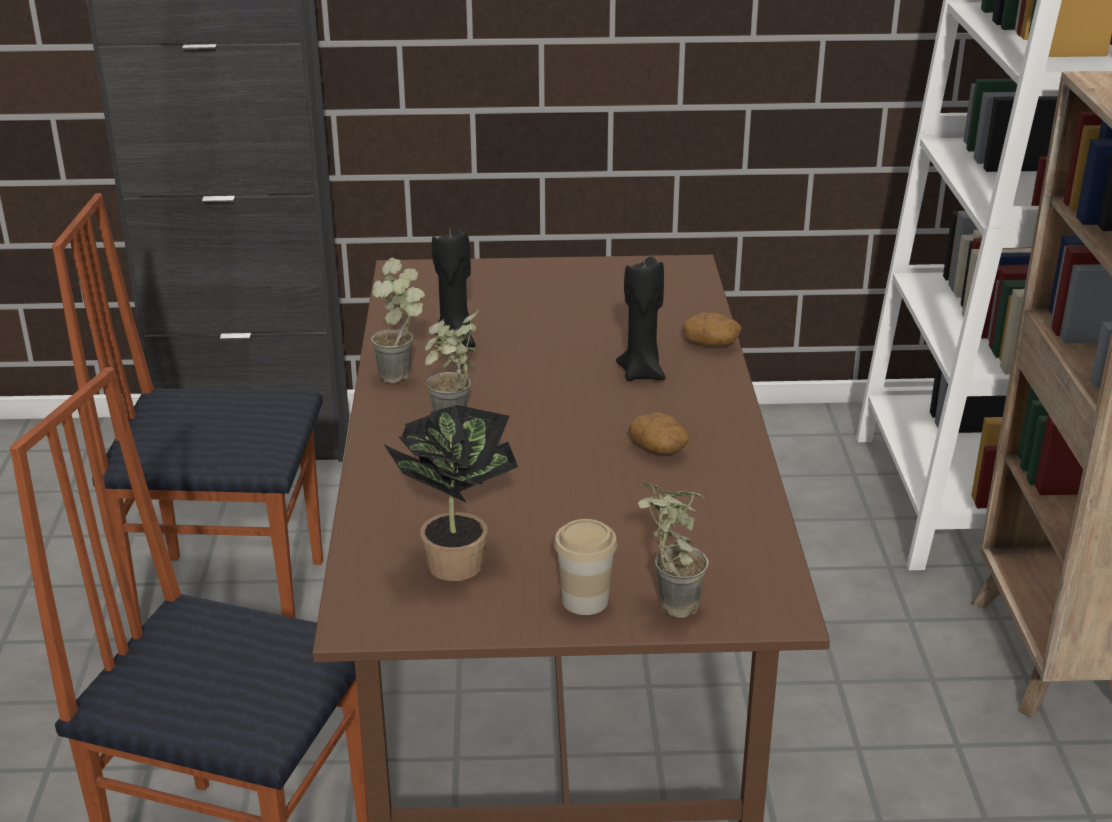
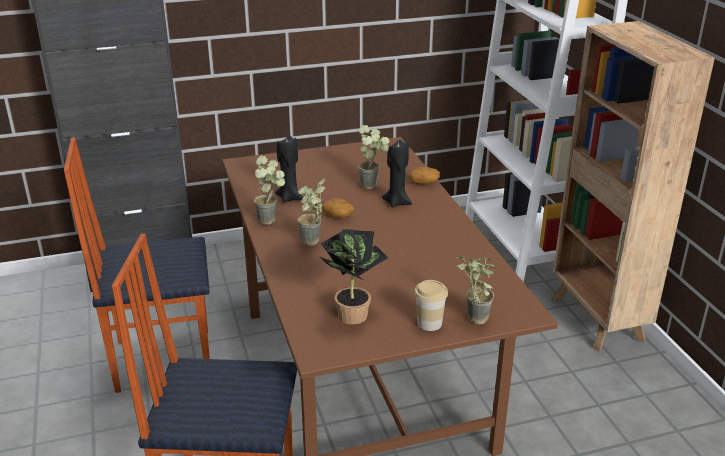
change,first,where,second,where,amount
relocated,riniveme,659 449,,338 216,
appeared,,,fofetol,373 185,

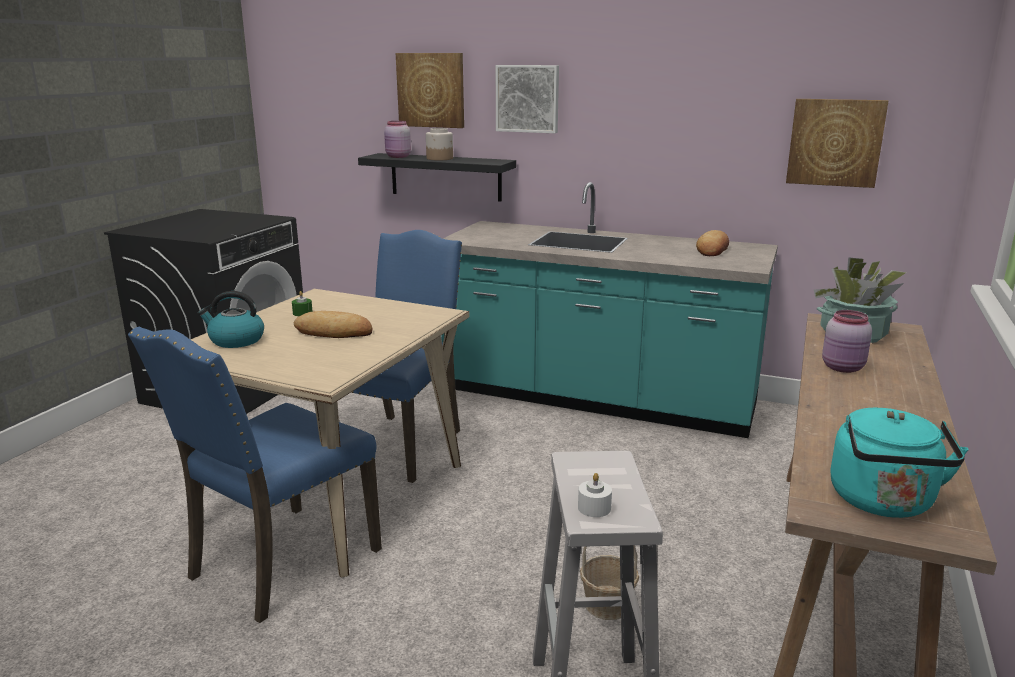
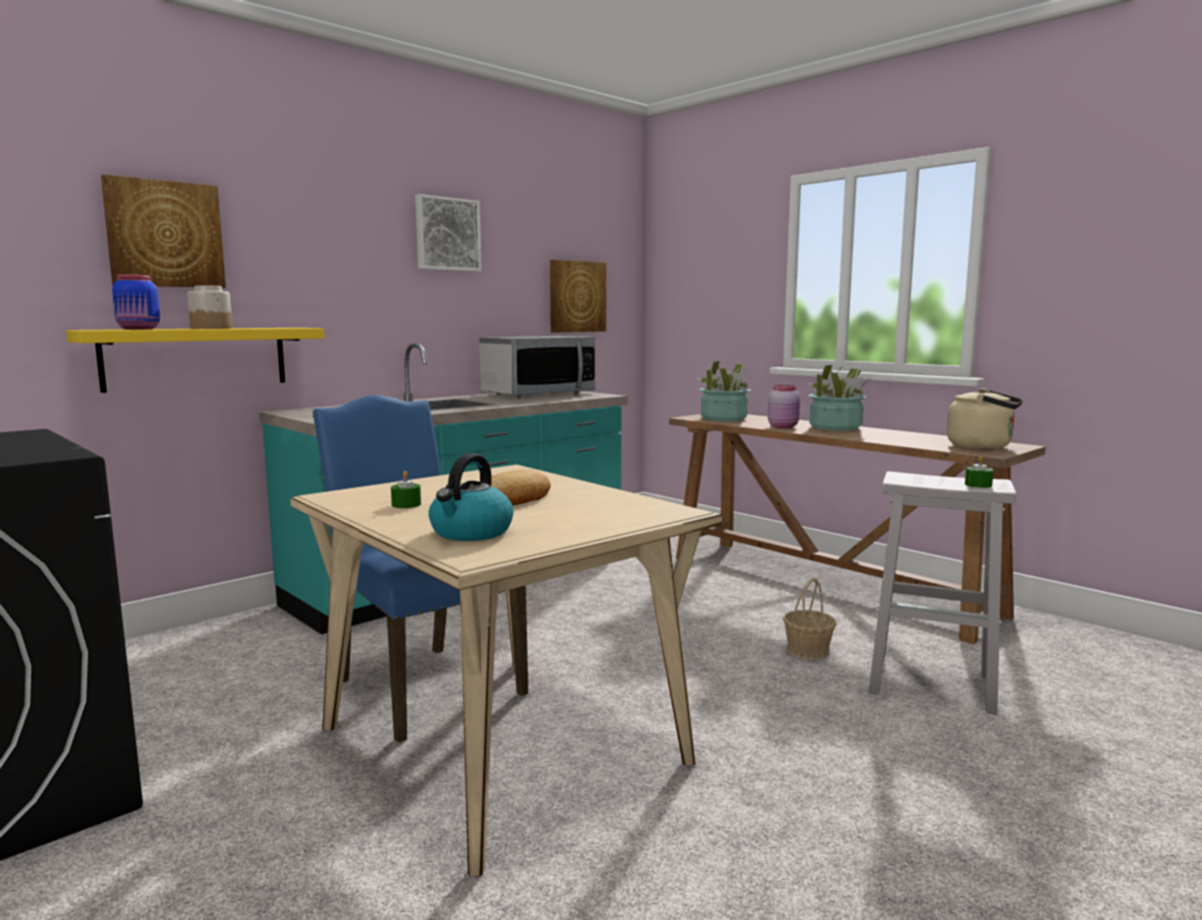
change,first,where,second,where,amount
colour,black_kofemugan,445 177,yellow_kofemugan,196 358,
colour,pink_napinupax,398 157,blue_napinupax,139 329,
relocated,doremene,528 98,,447 234,
exchanged,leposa,713 249,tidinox,538 394,
appeared,,,fofetol,835 427,
colour,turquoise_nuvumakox,884 503,beige_nuvumakox,983 446,
colour,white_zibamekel,594 508,green_zibamekel,978 485,
missing,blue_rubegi,280 563,,,

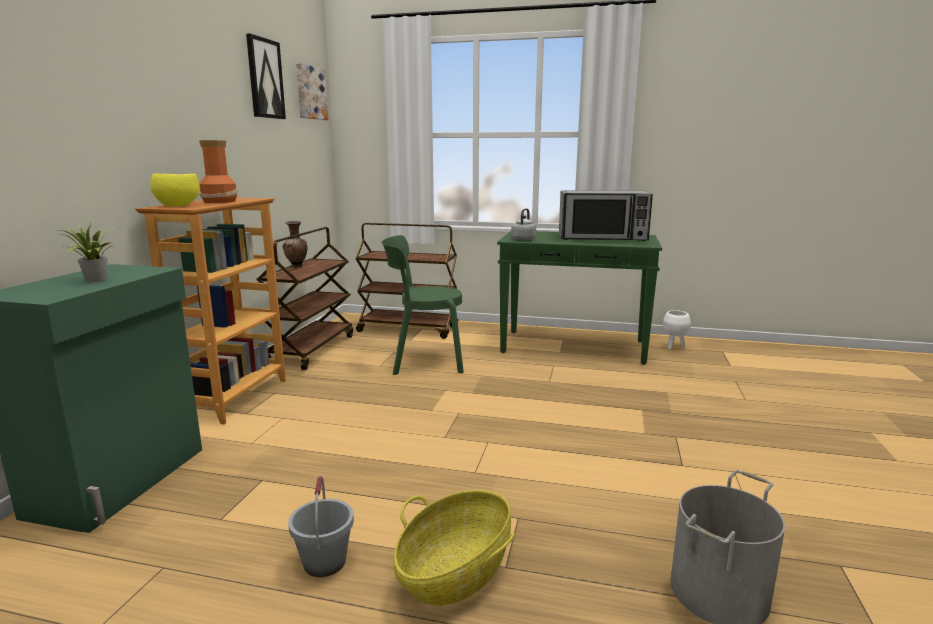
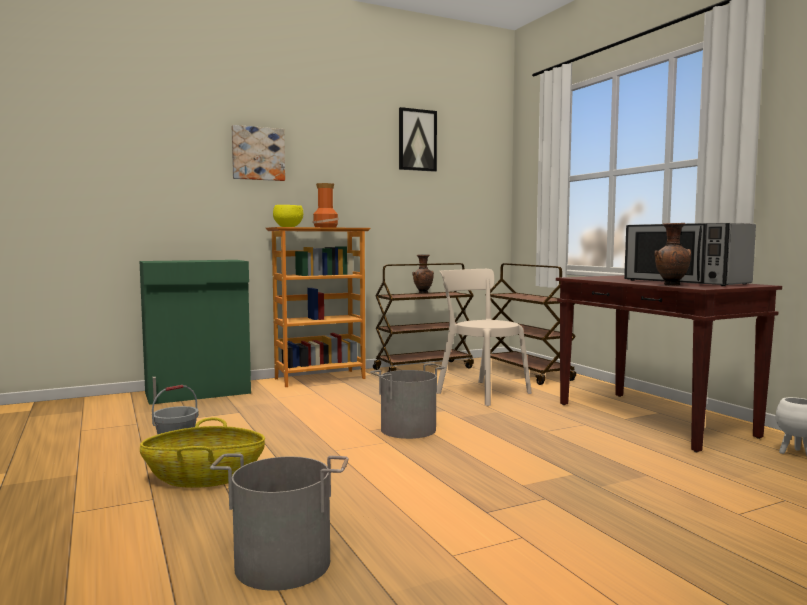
change,first,where,second,where,amount
relocated,doremene,310 93,,258 154,
appeared,,,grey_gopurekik,408 429,
colour,green_rubegi,423 361,beige_rubegi,480 392,
colour,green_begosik,574 347,brown_begosik,654 420,
appeared,,,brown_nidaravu,671 285,
missing,fofetol,94 280,,,
missing,grey_nuvumakox,524 239,,,

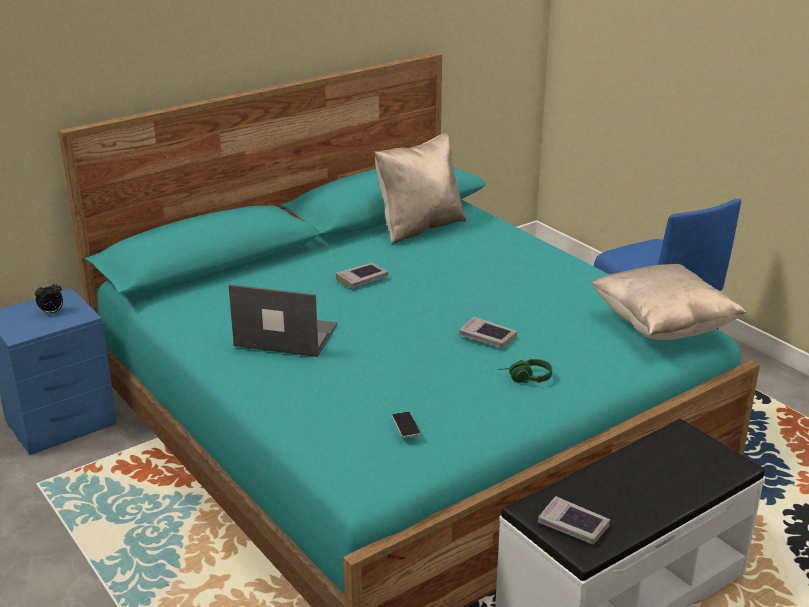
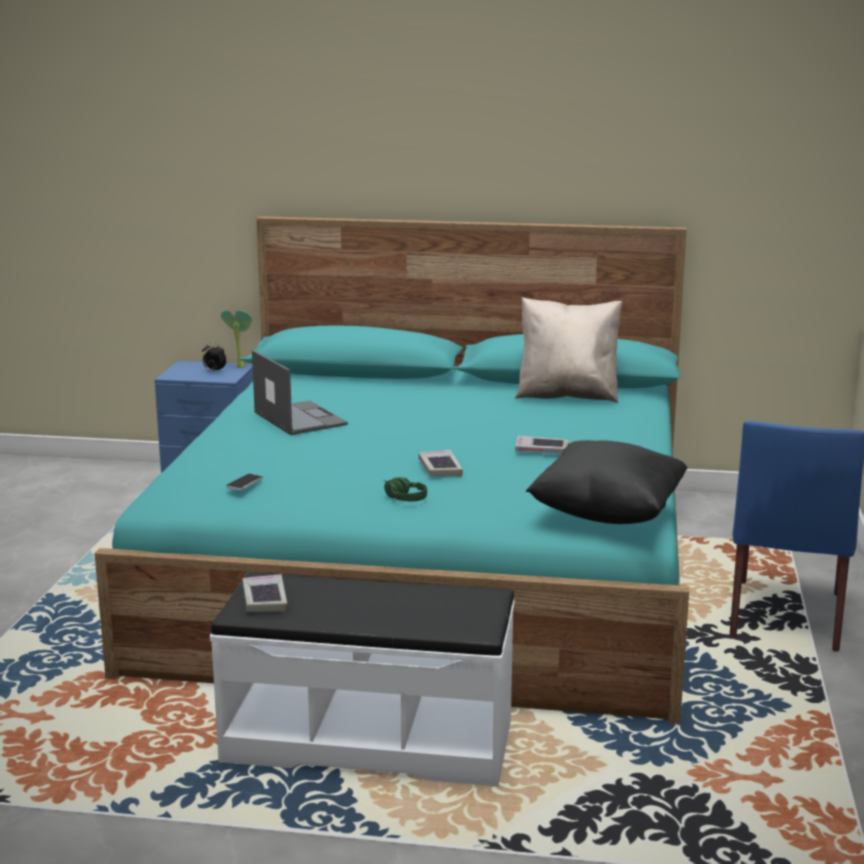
change,first,where,second,where,amount
appeared,,,fofetol,239 366,
relocated,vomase,362 279,,541 450,
colour,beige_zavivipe,662 327,black_zavivipe,607 514,

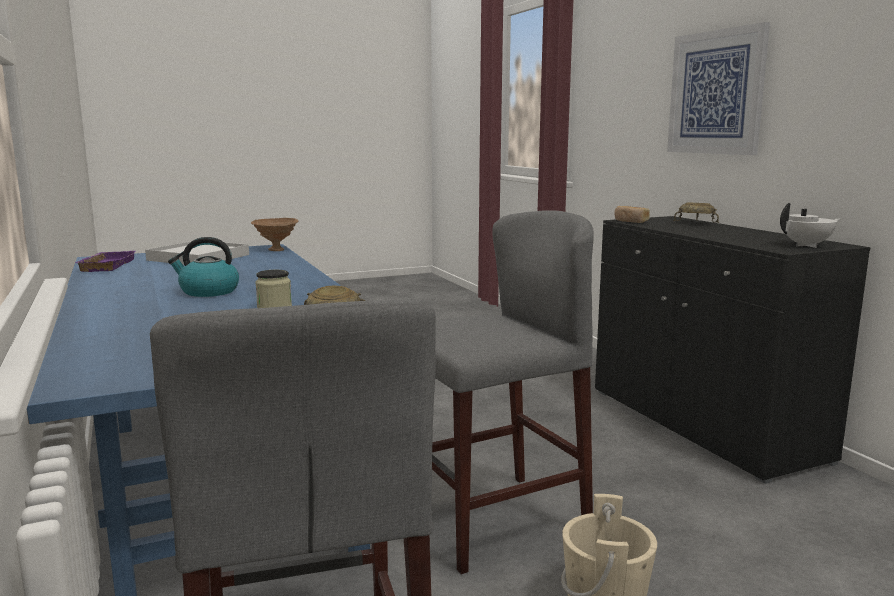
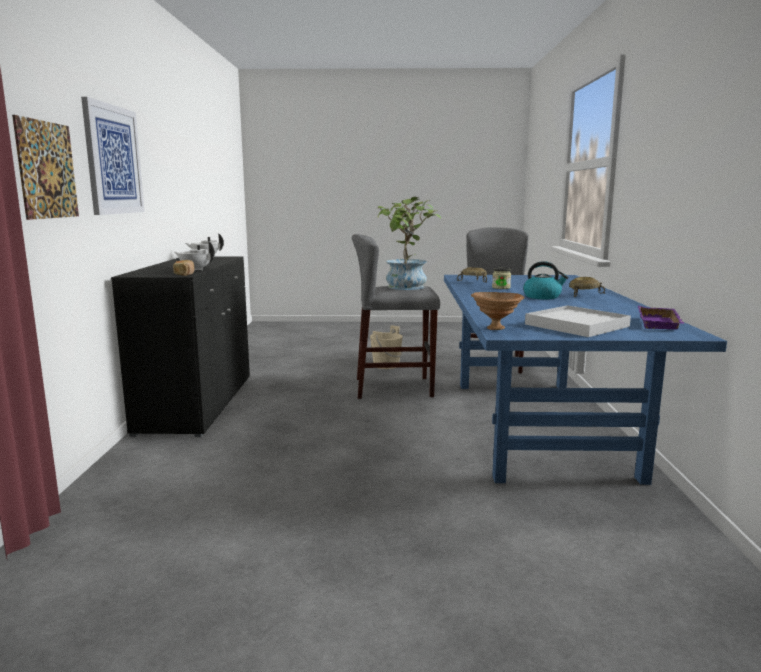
change,first,where,second,where,amount
appeared,,,doremene,47 170,
appeared,,,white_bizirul,195 269,
appeared,,,fofetol,406 288,
relocated,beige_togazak,696 223,,583 294,

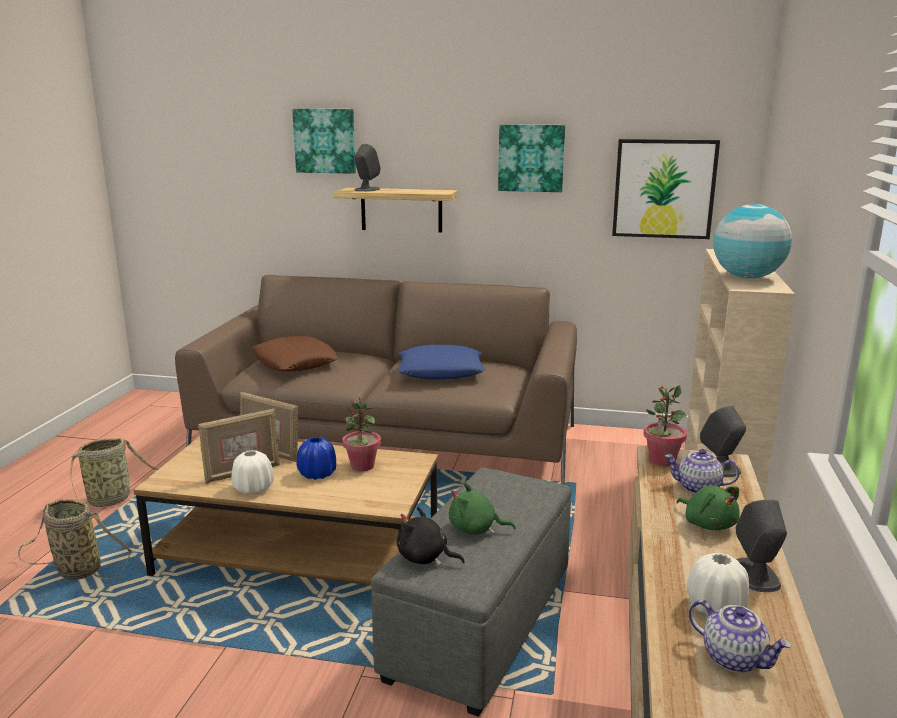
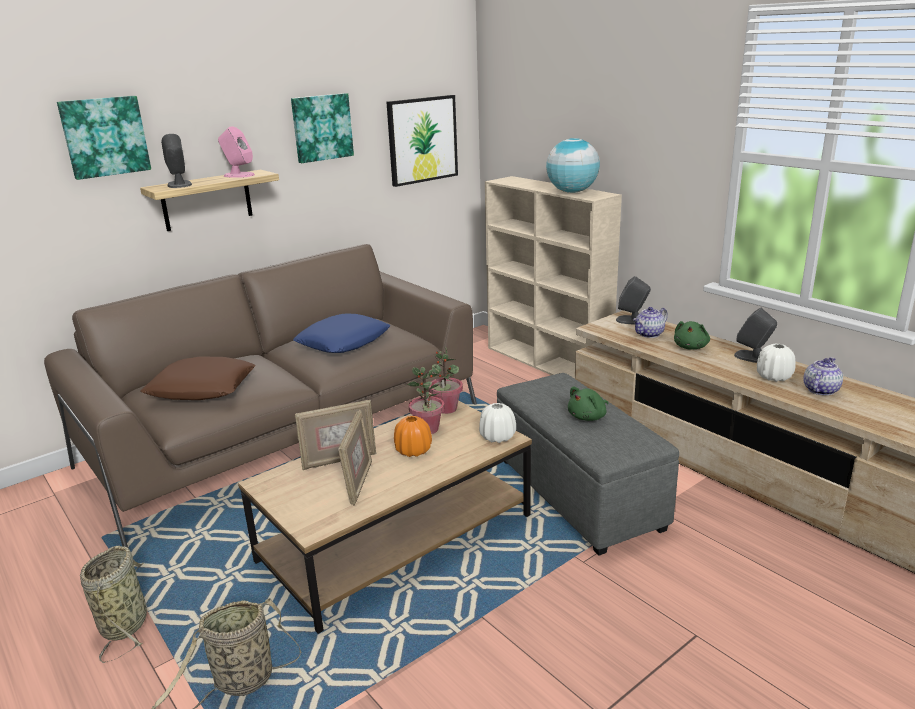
change,first,where,second,where,amount
appeared,,,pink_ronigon,238 175,
colour,blue_nidaravu,317 474,orange_nidaravu,413 451,
relocated,fofetol,662 460,,446 409,
relocated,white_nidaravu,253 489,,497 437,
spun,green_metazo,708 524,,691 347,105 degrees clockwise
spun,bizirul,734 658,,820 390,45 degrees counterclockwise
missing,black_metazo,425 558,,,

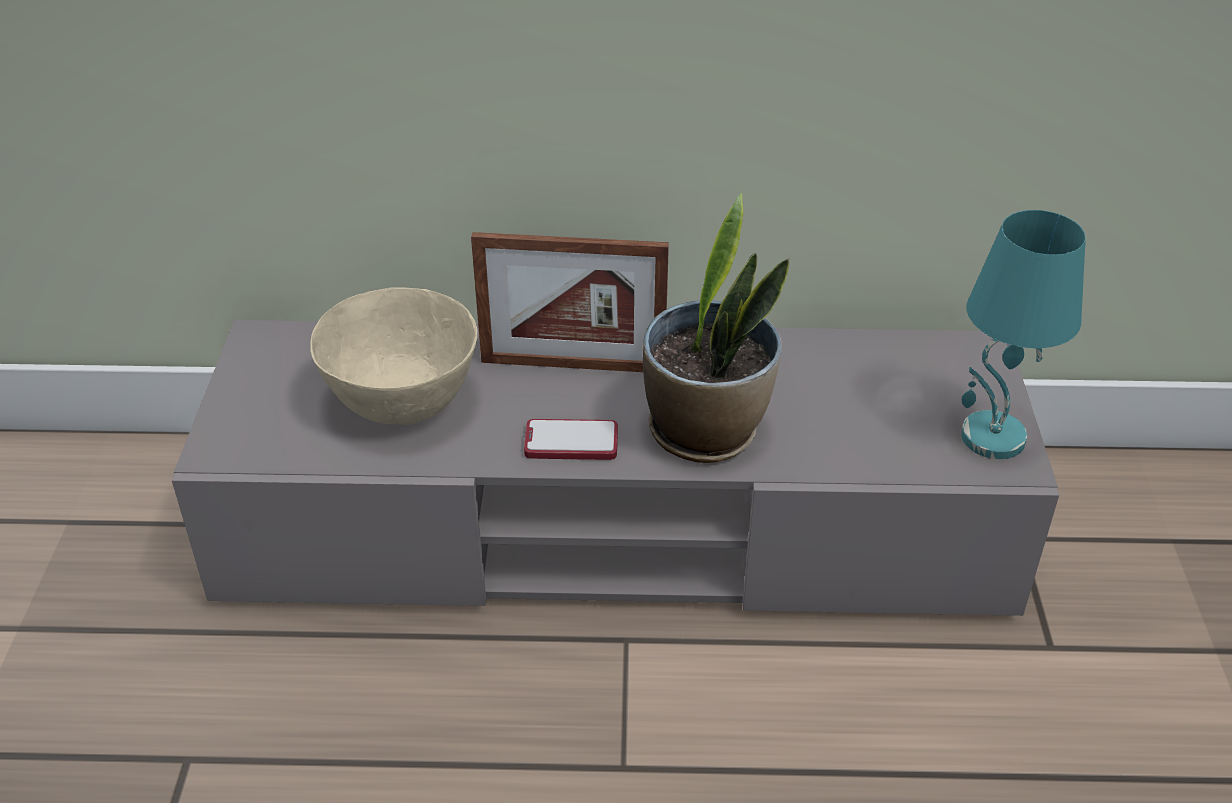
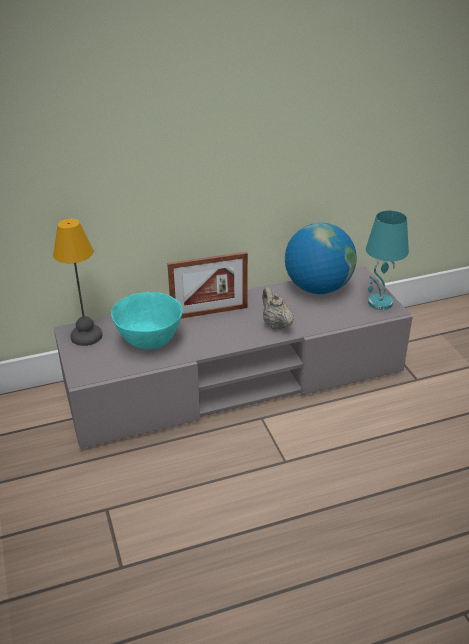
change,first,where,second,where,amount
appeared,,,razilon,85 336,
colour,beige_togazak,405 404,turquoise_togazak,150 341,
exchanged,fofetol,706 431,beige_bizirul,276 324,
appeared,,,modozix,317 288,
missing,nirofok,571 442,,,

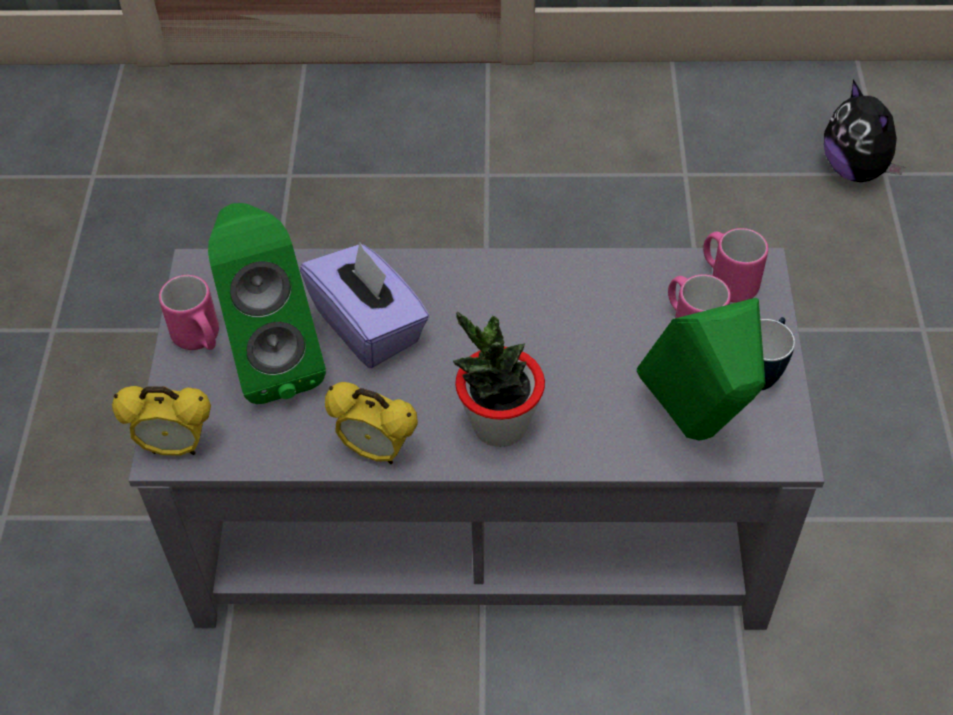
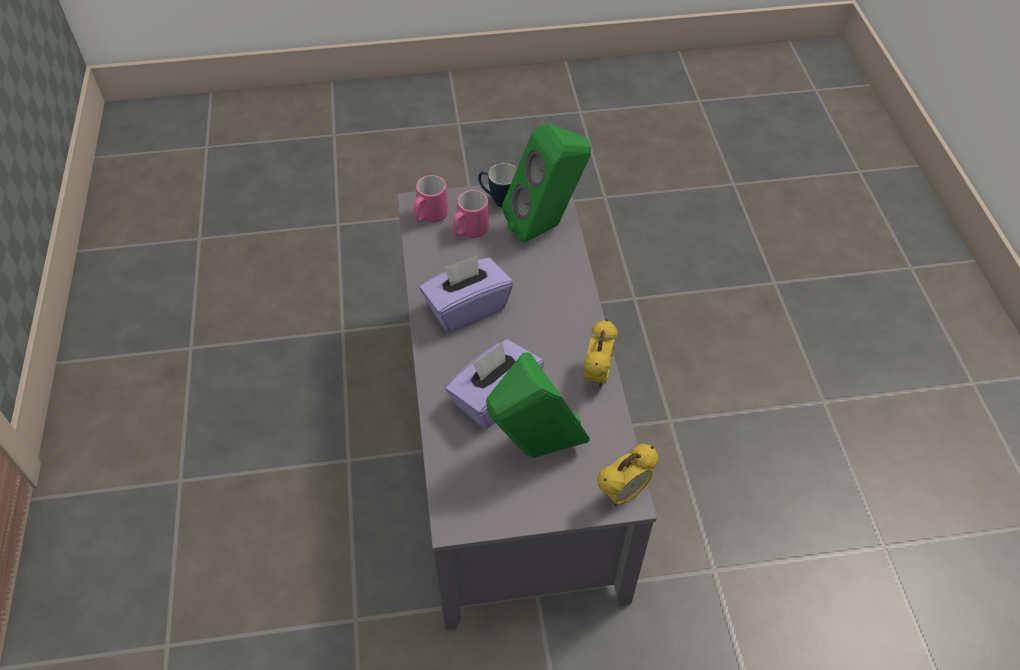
change,first,where,second,where,amount
appeared,,,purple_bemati,466 308,
spun,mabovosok,175 447,,622 494,60 degrees clockwise
missing,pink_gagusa,200 339,,,
missing,fofetol,499 425,,,
missing,metazo,855 170,,,

